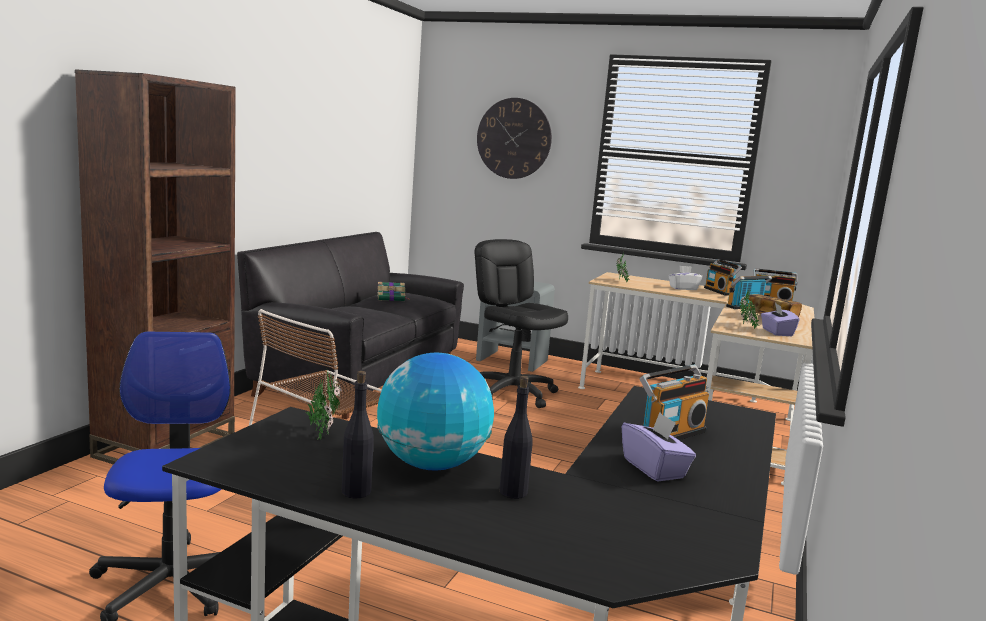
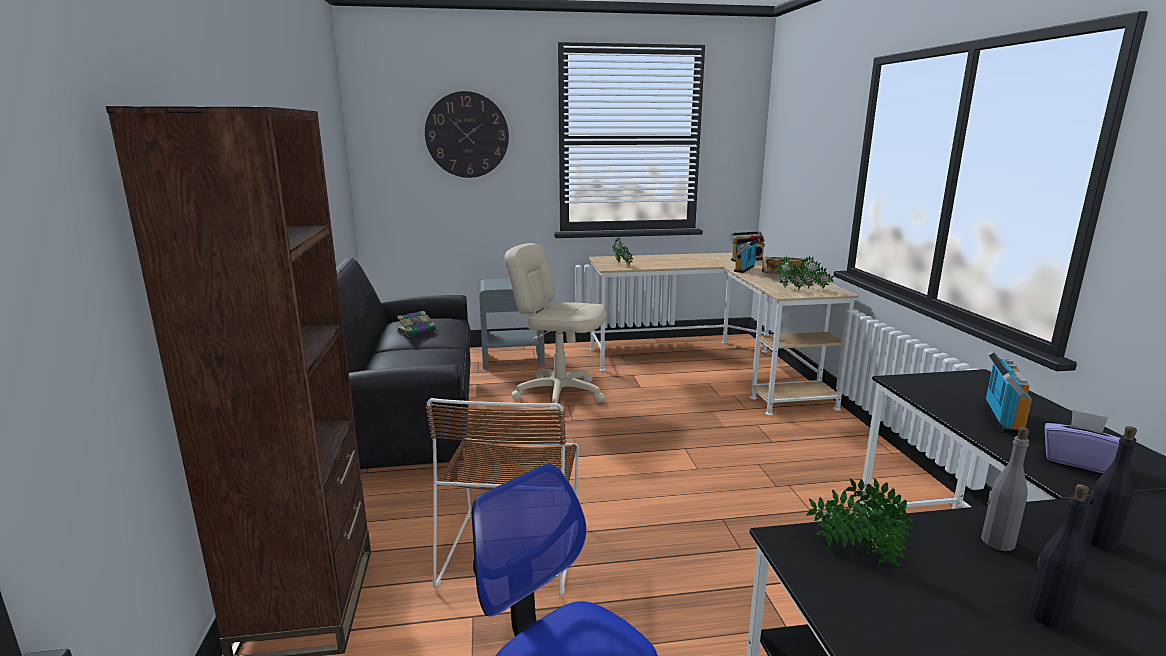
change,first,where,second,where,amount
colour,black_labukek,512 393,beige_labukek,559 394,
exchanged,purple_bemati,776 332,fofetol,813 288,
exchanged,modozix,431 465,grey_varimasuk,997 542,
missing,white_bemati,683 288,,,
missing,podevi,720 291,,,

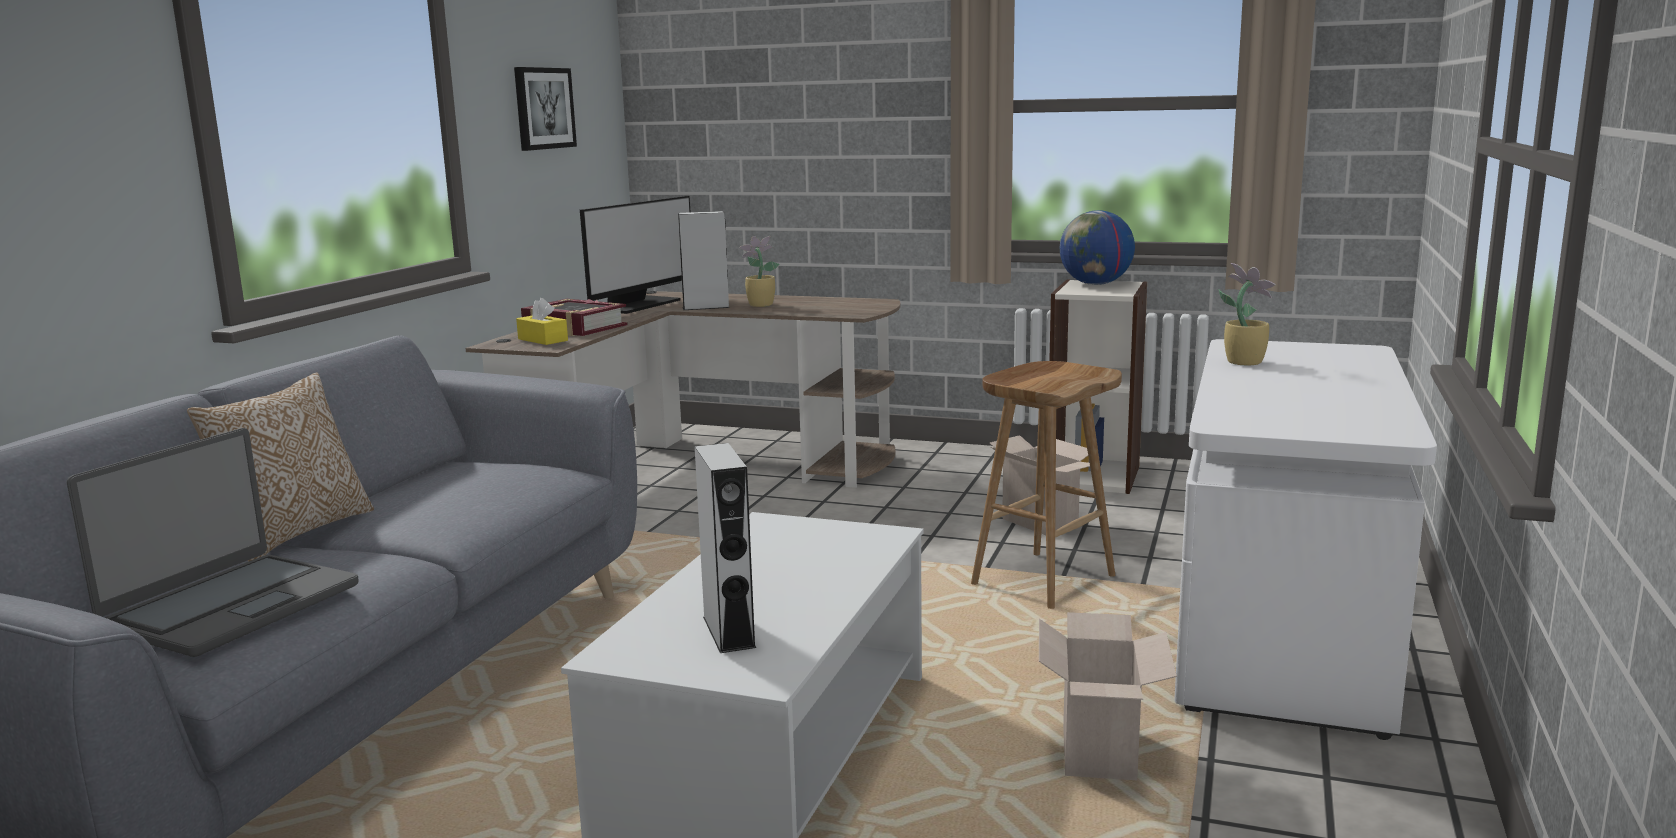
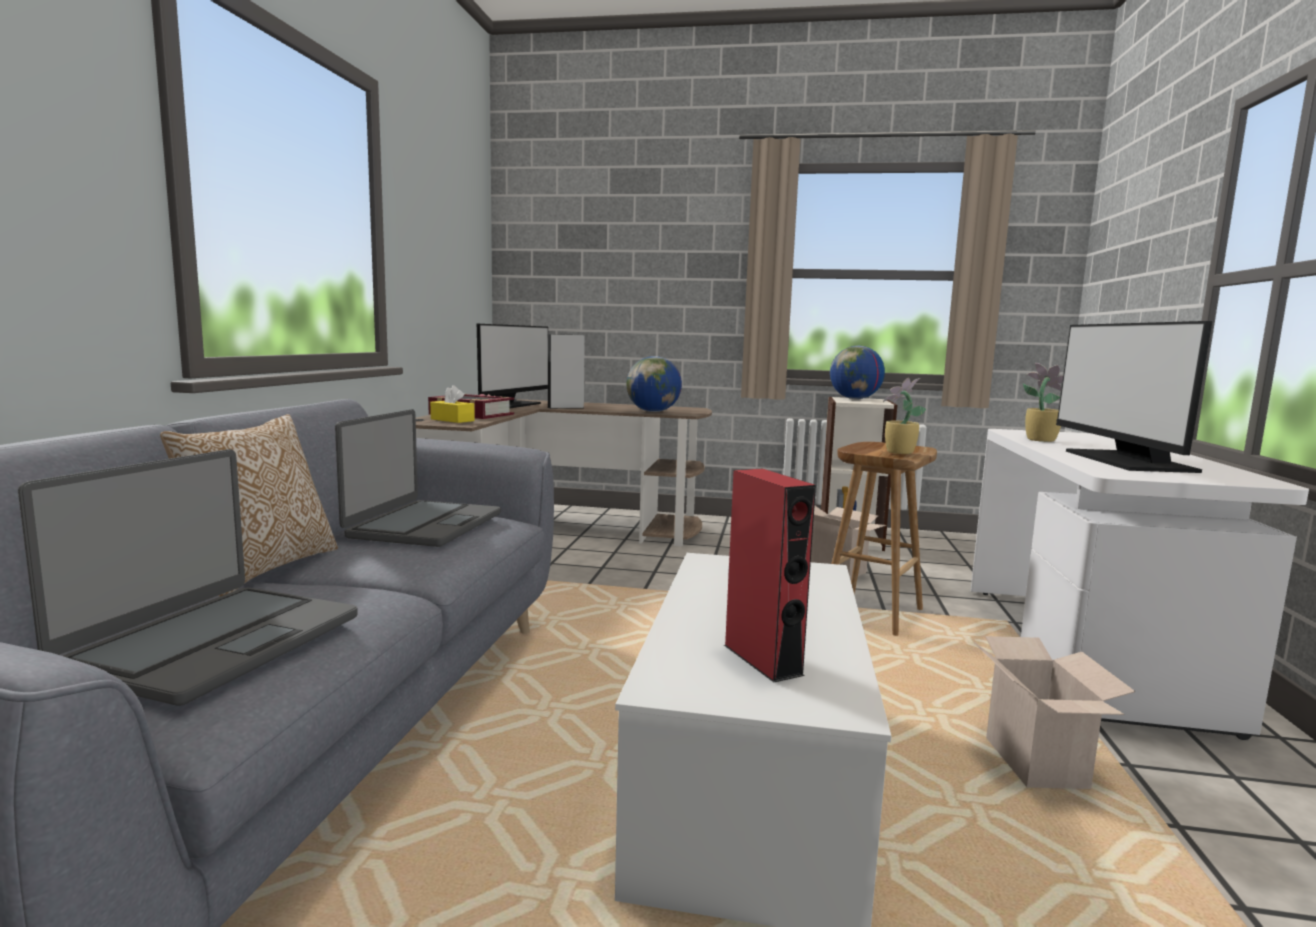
change,first,where,second,where,amount
appeared,,,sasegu,424 525,
appeared,,,modozix,653 412,
colour,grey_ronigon,728 632,red_ronigon,762 659,
relocated,fofetol,759 305,,898 452,
appeared,,,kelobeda,1125 461,
missing,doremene,543 108,,,

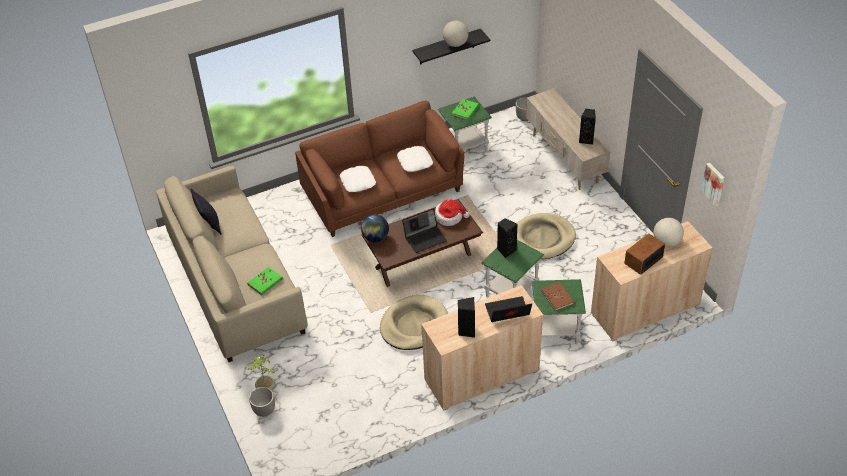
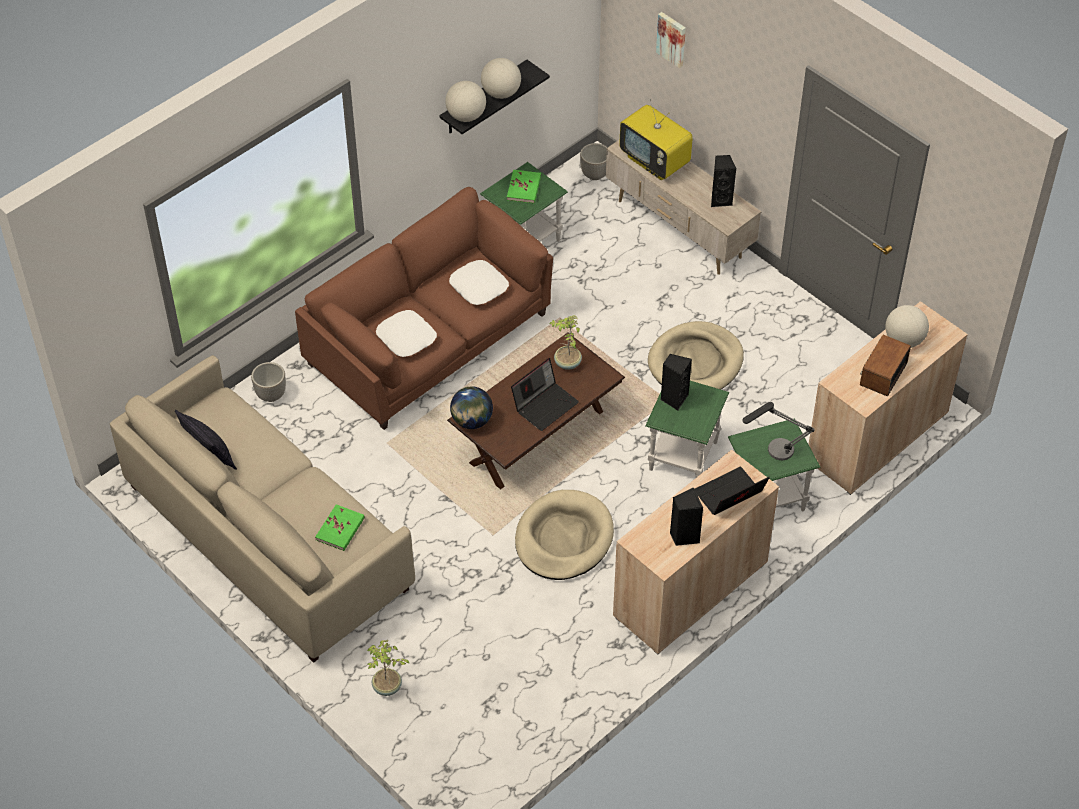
change,first,where,second,where,amount
relocated,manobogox,264 410,,271 395,
appeared,,,modozix,466 116,
exchanged,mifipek,449 217,fofetol,567 363,
appeared,,,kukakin,655 162,
relocated,doremene,714 184,,672 39,
exchanged,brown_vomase,557 297,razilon,773 453,

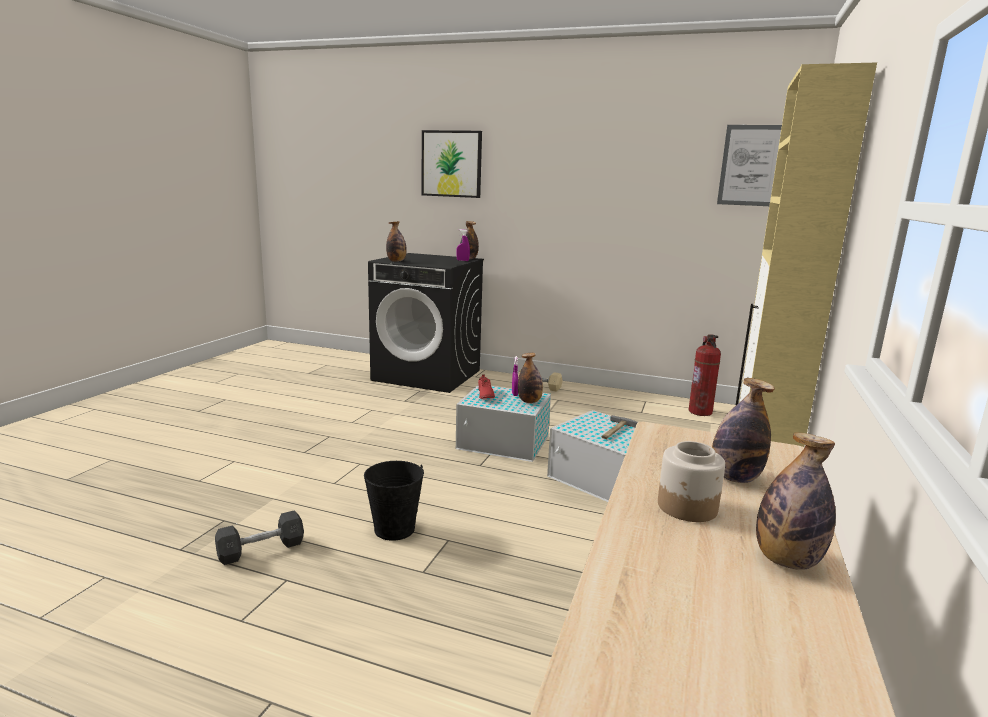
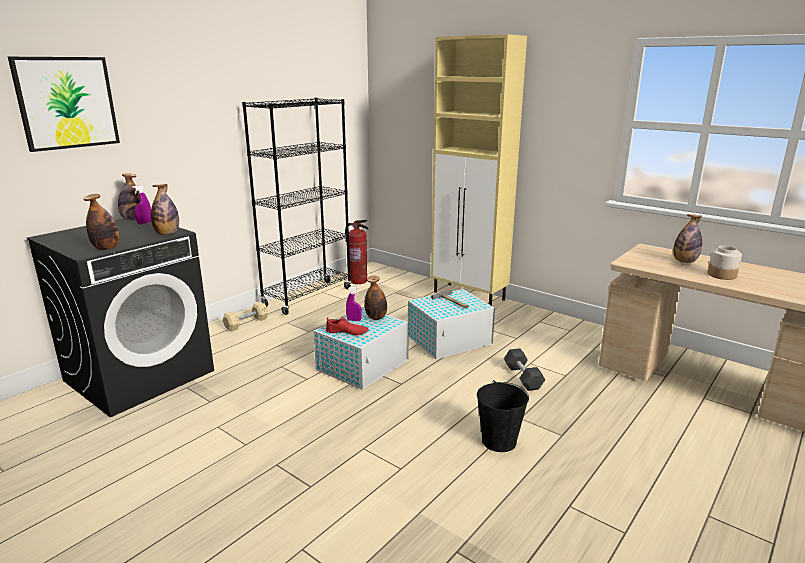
change,first,where,second,where,amount
relocated,varimasuk,786 561,,167 234,
appeared,,,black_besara,307 297,
relocated,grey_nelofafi,261 550,,522 377,
missing,doremene,750 165,,,

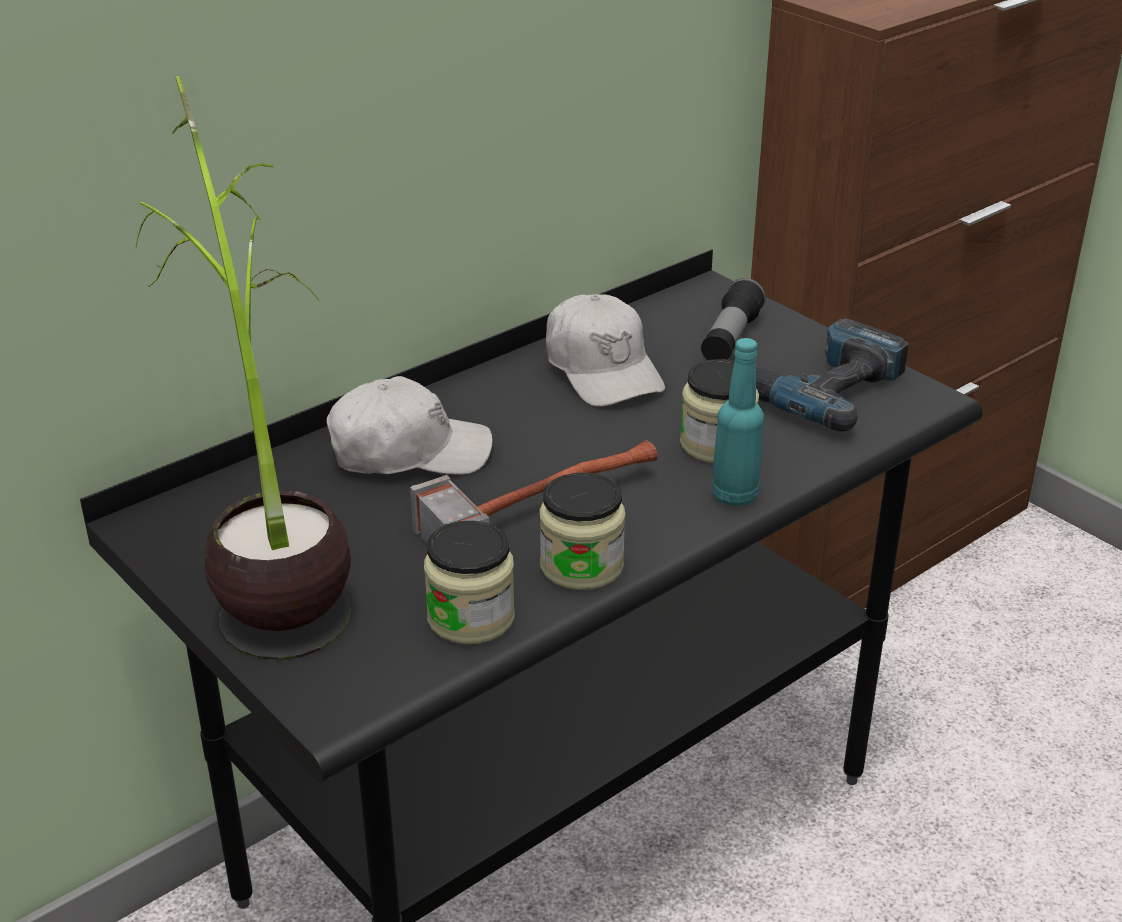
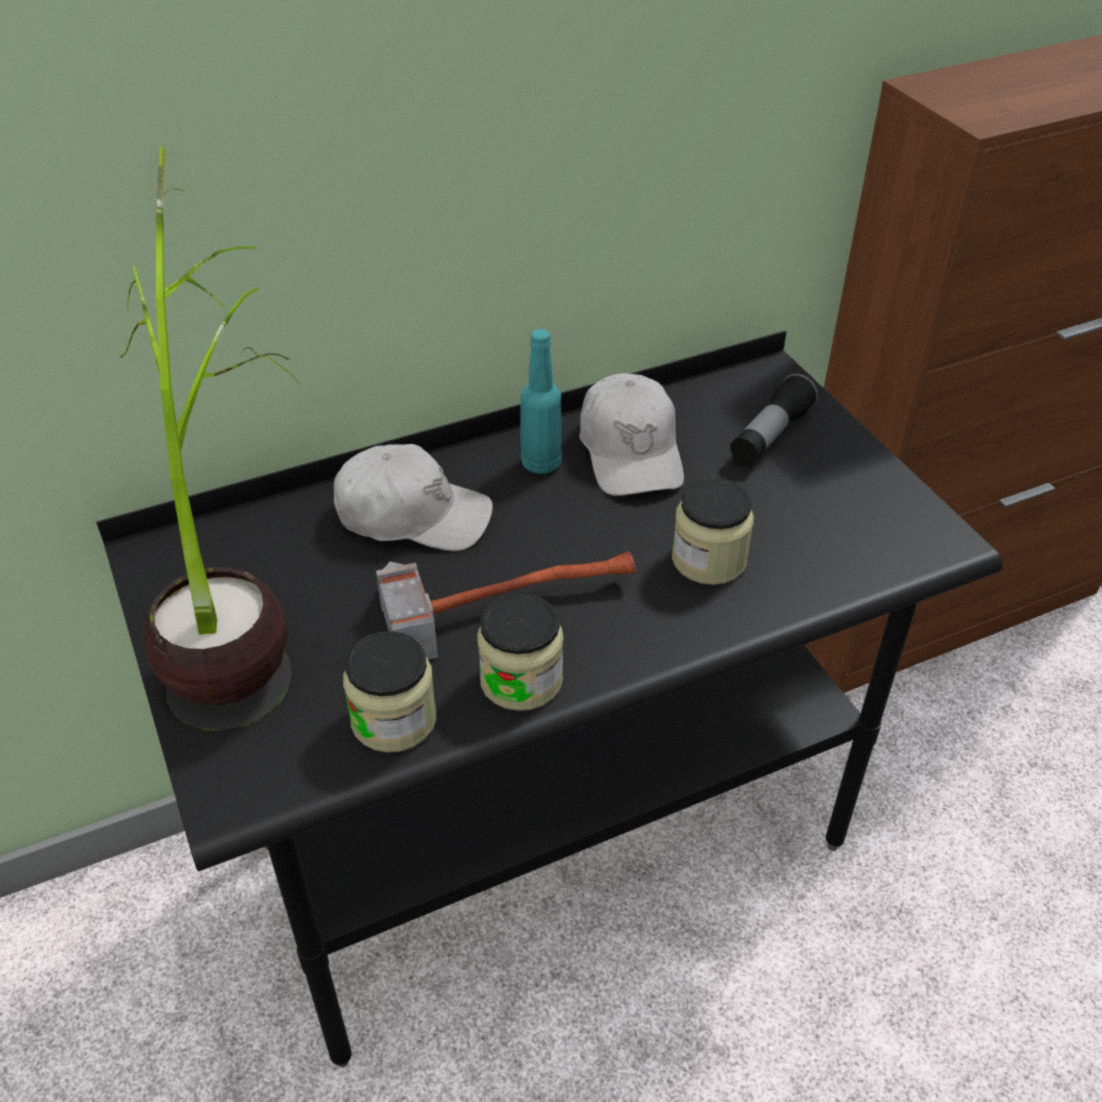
change,first,where,second,where,amount
relocated,turquoise_varimasuk,734 495,,541 463,
missing,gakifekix,817 386,,,

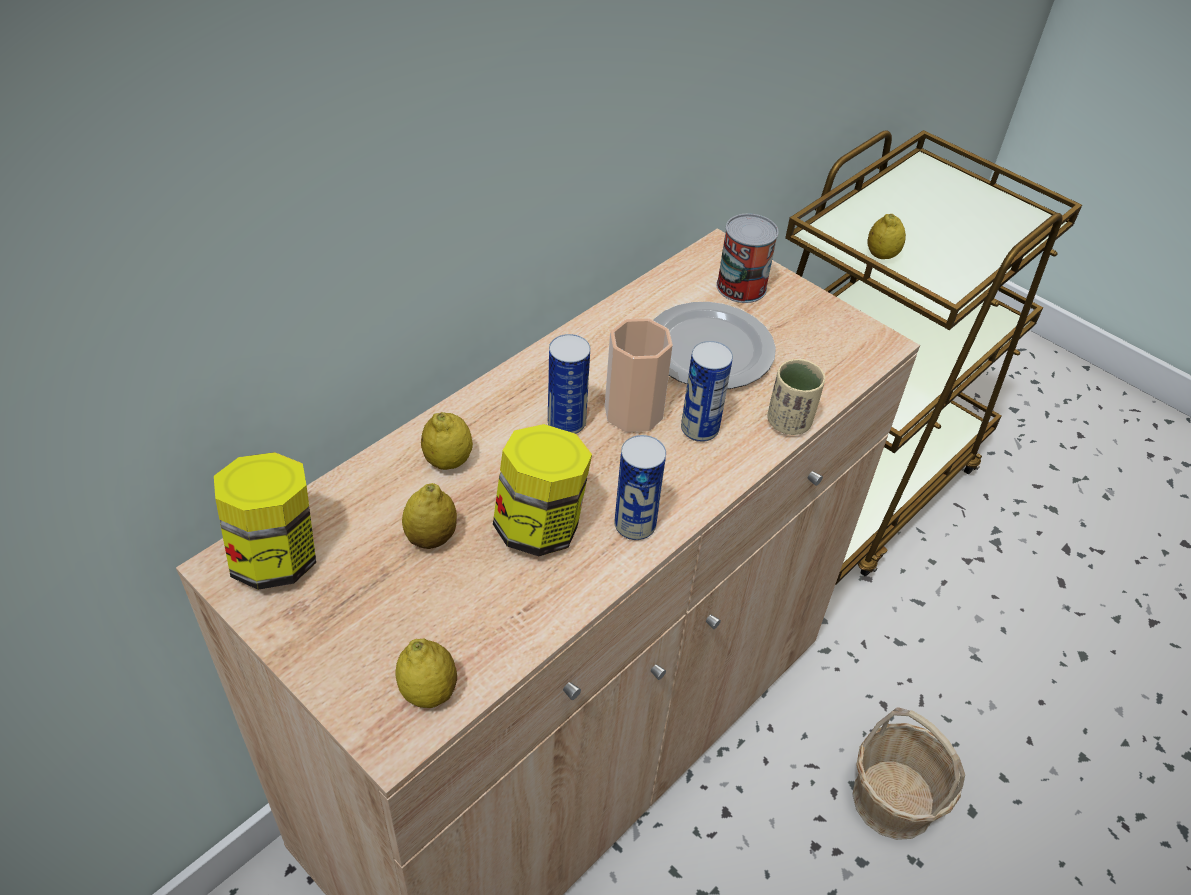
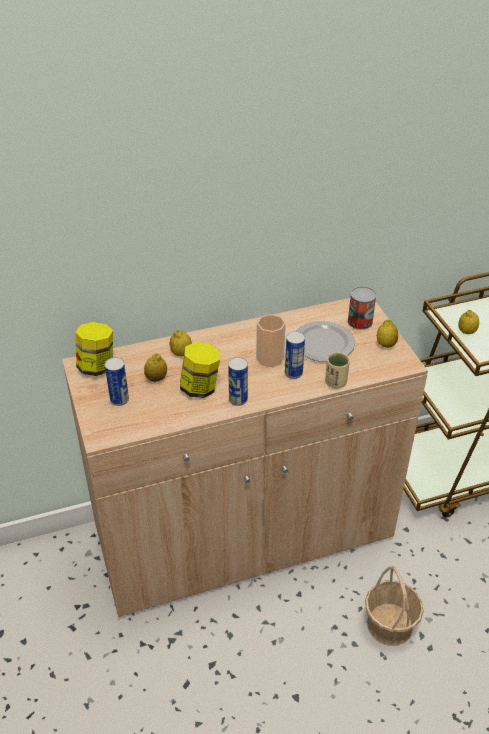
change,first,where,second,where,amount
relocated,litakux,566 423,,119 400,
relocated,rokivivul,428 692,,386 344,

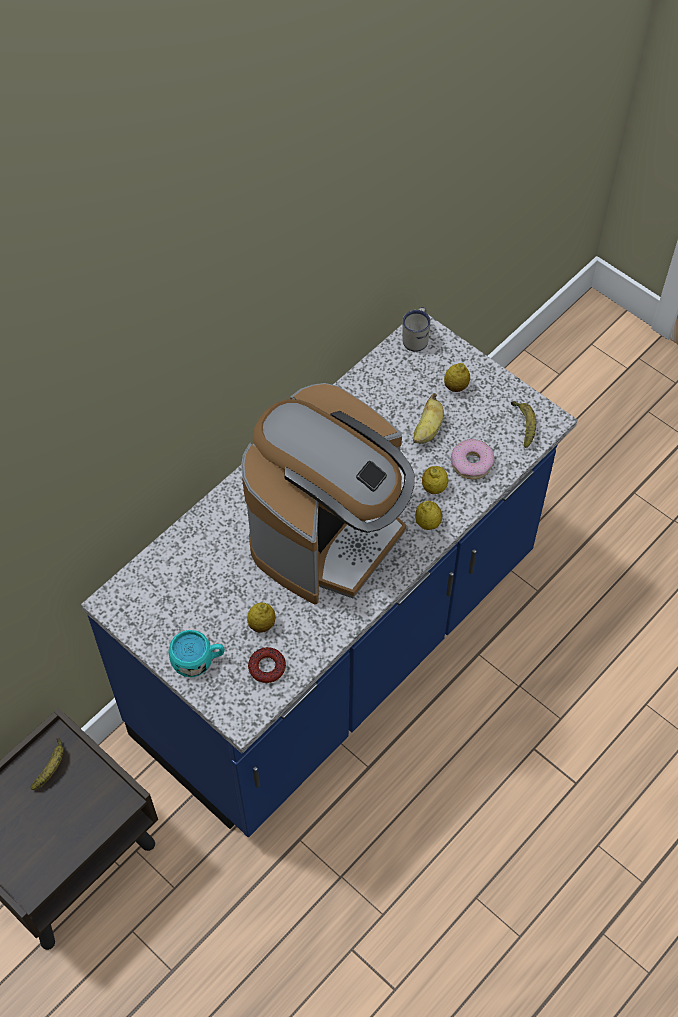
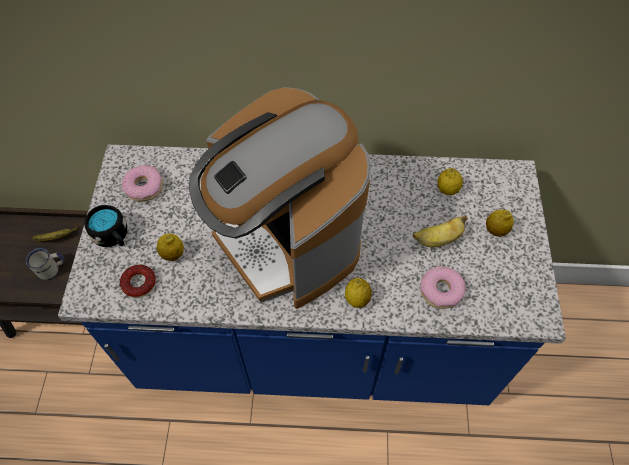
change,first,where,second,where,amount
relocated,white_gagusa,417 338,,52 270,
colour,turquoise_gagusa,198 660,black_gagusa,113 236,
appeared,,,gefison,144 187,
spun,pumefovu,329 535,,285 242,60 degrees clockwise
relocated,rokivivul,434 488,,447 190,
missing,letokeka,524 425,,,

